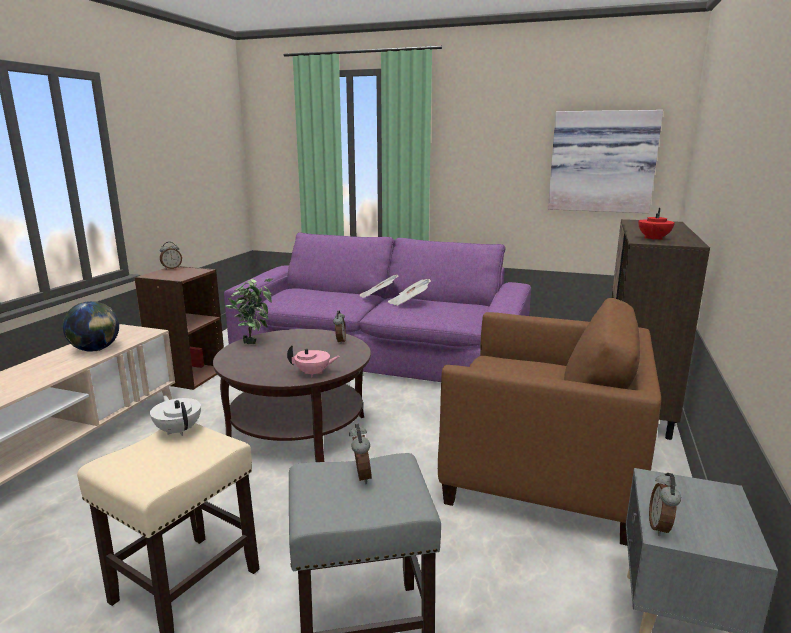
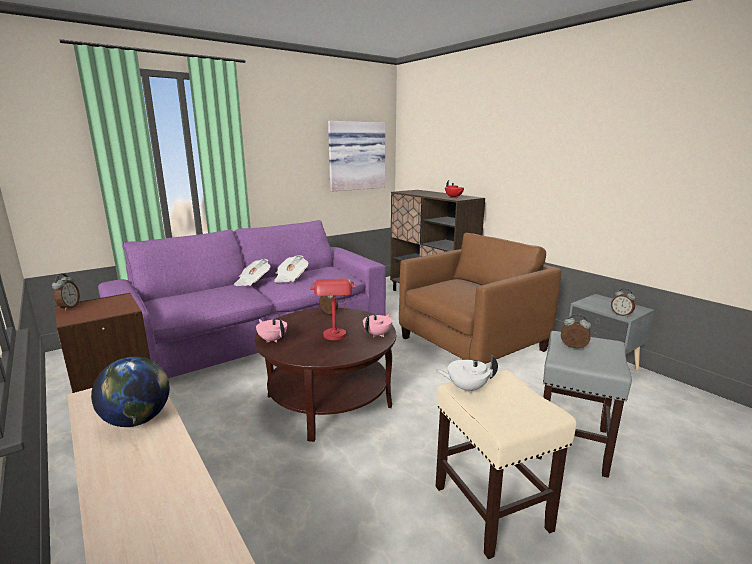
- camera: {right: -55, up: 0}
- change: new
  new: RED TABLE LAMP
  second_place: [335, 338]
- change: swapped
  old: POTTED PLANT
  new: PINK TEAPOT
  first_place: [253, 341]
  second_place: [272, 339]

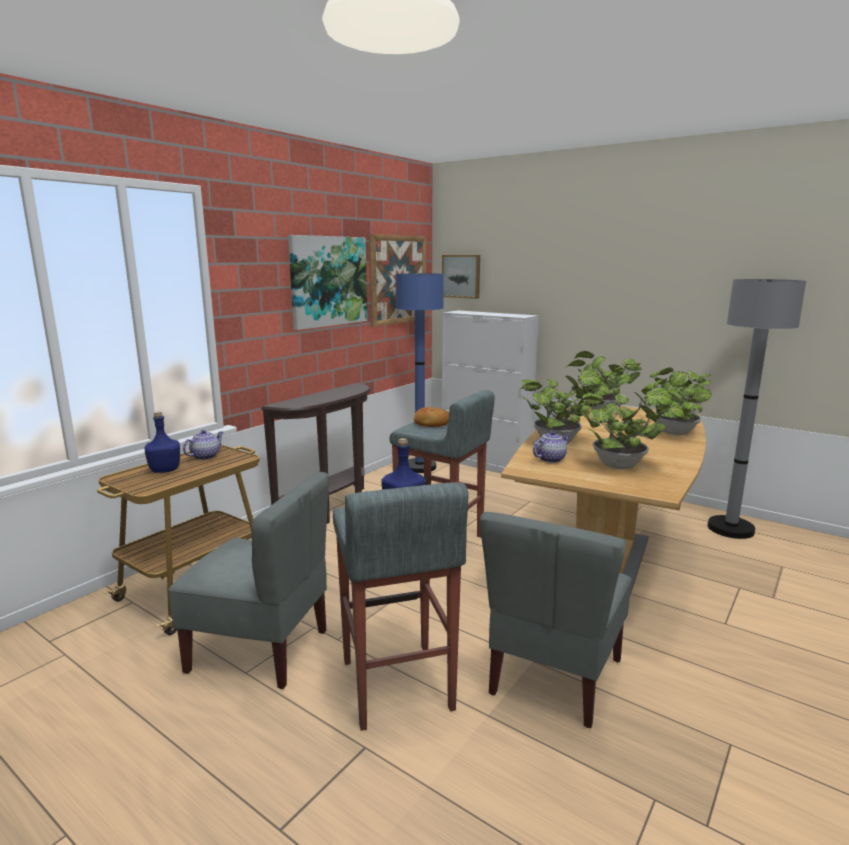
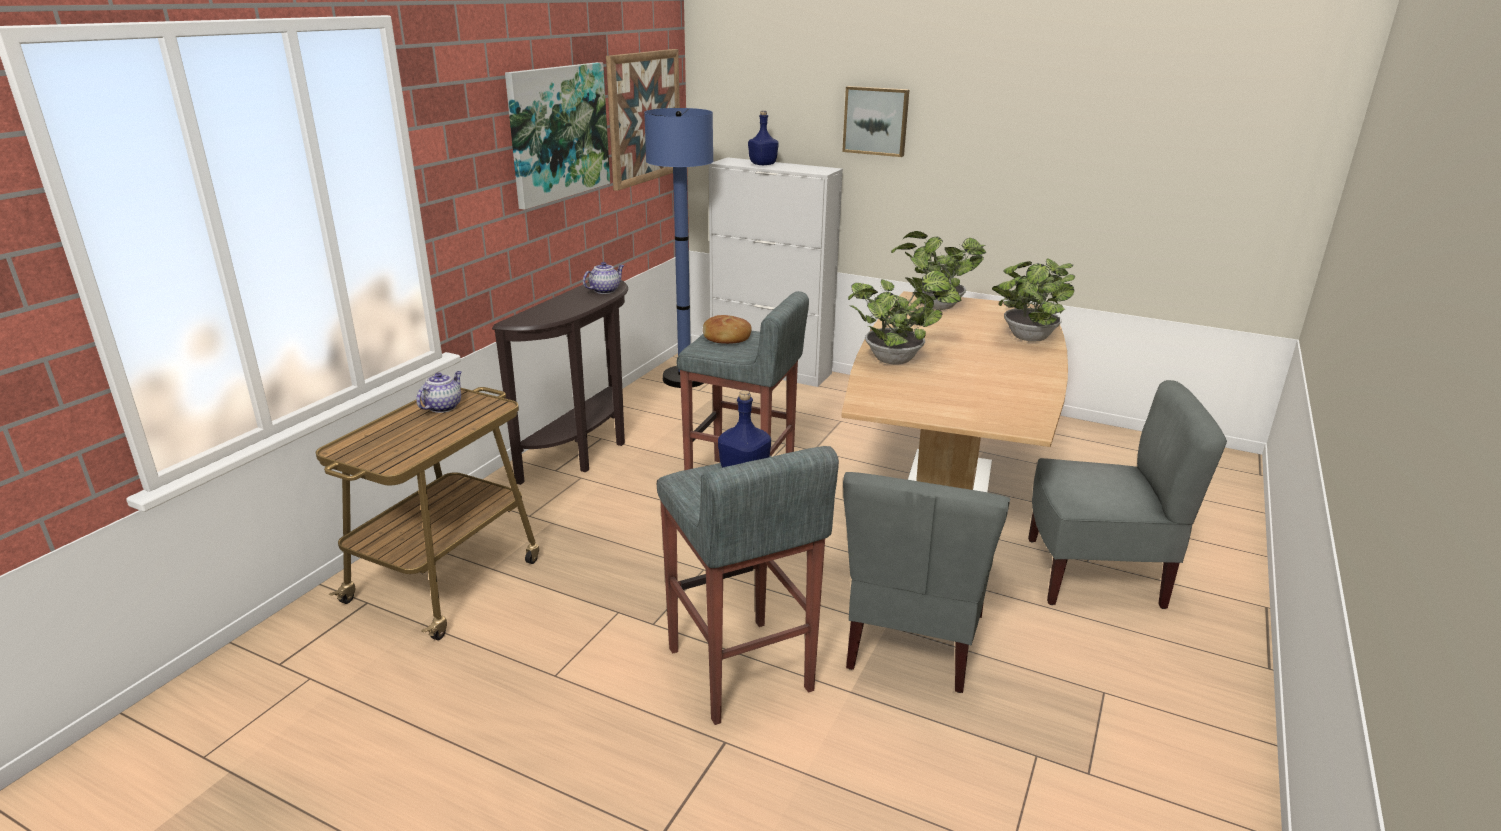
- camera: {right: -10, up: 10}
- change: gone
  old: POTTED PLANT
  first_place: [623, 466]
- change: gone
  old: GREY FLOOR LAMP
  first_place: [730, 529]
- change: shifted
  old: BLUE BOTTLE
  first_place: [165, 470]
  second_place: [762, 164]
- change: shifted
  old: GREY CHAIR
  first_place: [261, 649]
  second_place: [1095, 575]
- change: shifted
  old: PICTURE
  first_place: [461, 276]
  second_place: [876, 121]
- change: shifted
  old: TEAPOT
  first_place: [550, 459]
  second_place: [605, 290]

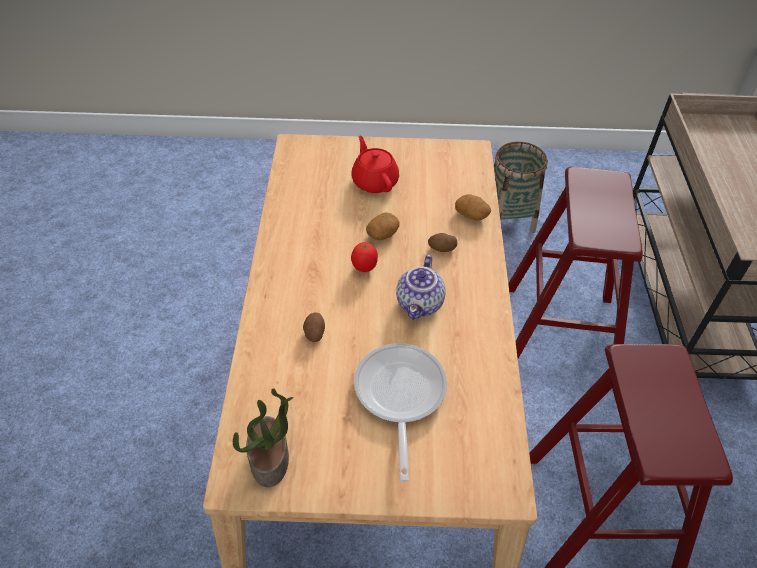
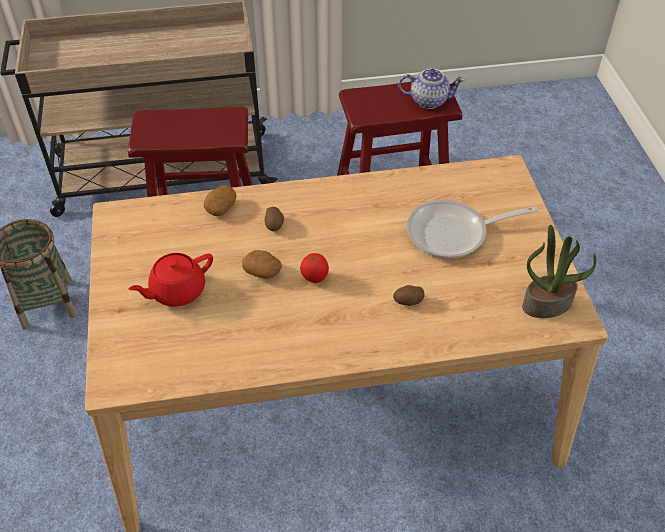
- camera: {right: -100, up: 0}
- change: shifted
  old: TEAPOT
  first_place: [420, 304]
  second_place: [429, 100]

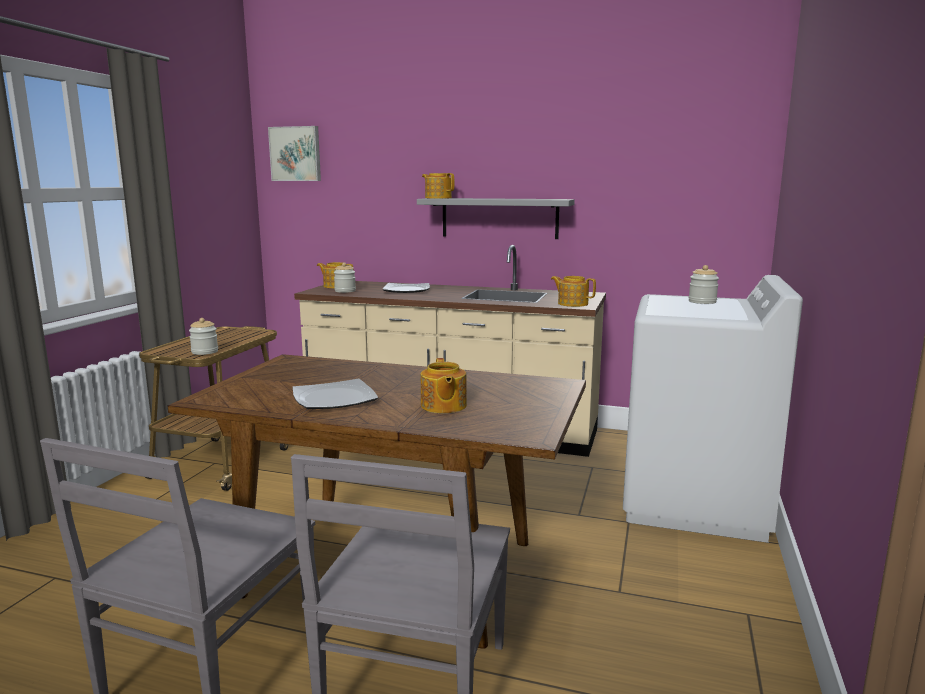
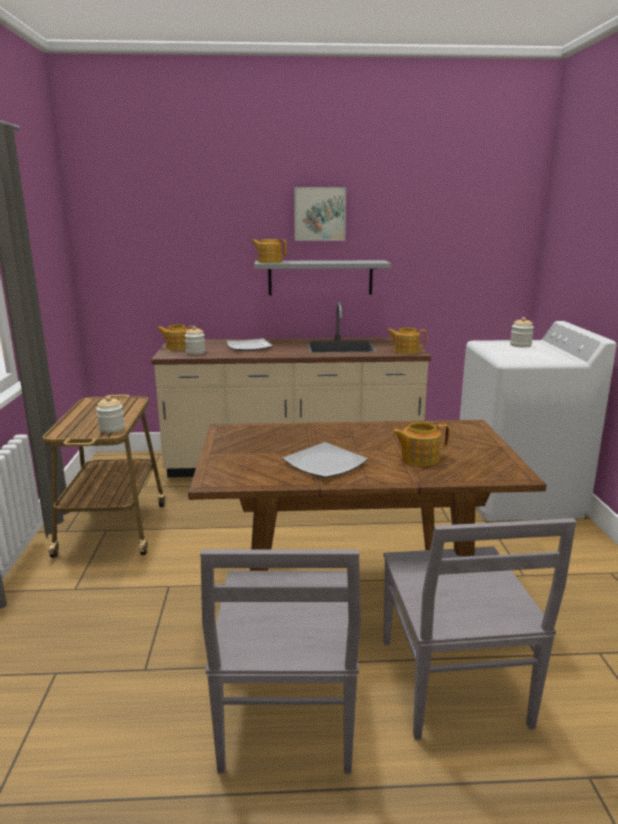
- camera: {right: -20, up: 5}
- change: shifted
  old: PICTURE
  first_place: [296, 154]
  second_place: [319, 214]
- change: rotated
  old: TEAPOT
  first_place: [443, 406]
  second_place: [418, 458]
  degrees: 105

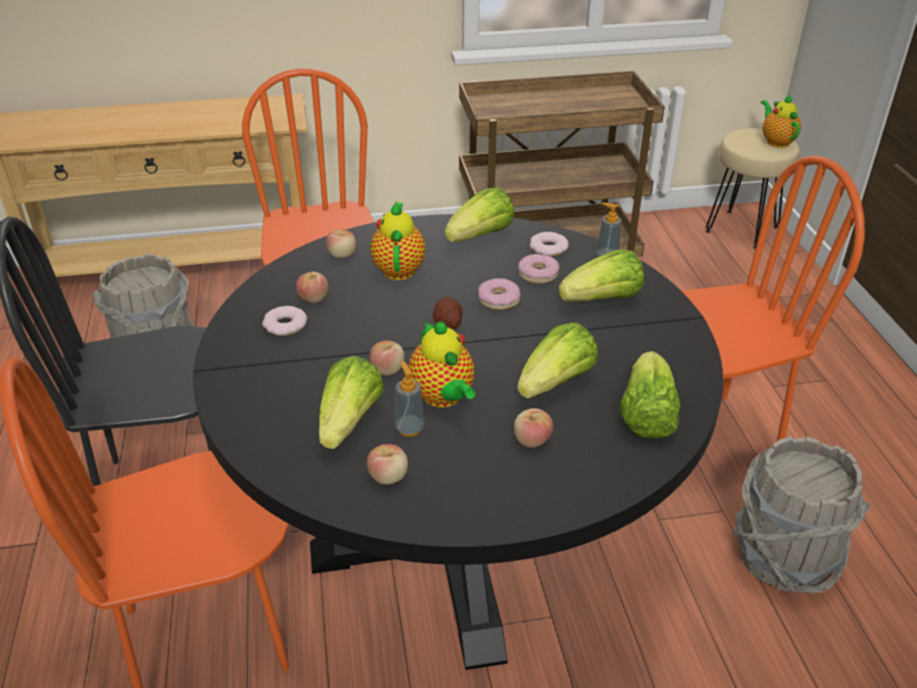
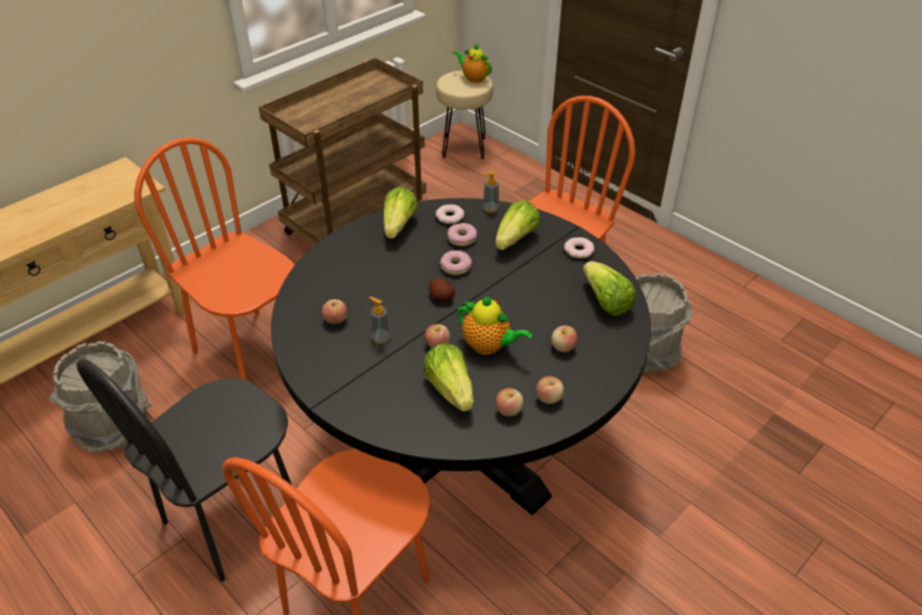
- camera: {right: -35, up: 5}
- change: gone
  old: TEAPOT
  first_place: [399, 268]
- change: gone
  old: LETTUCE
  first_place: [556, 382]
- change: shifted
  old: DONUT
  first_place: [285, 325]
  second_place: [579, 251]
- change: shifted
  old: APPLE
  first_place: [342, 255]
  second_place: [549, 398]
- change: shifted
  old: SOAP DISPENSER
  first_place: [409, 428]
  second_place: [381, 338]

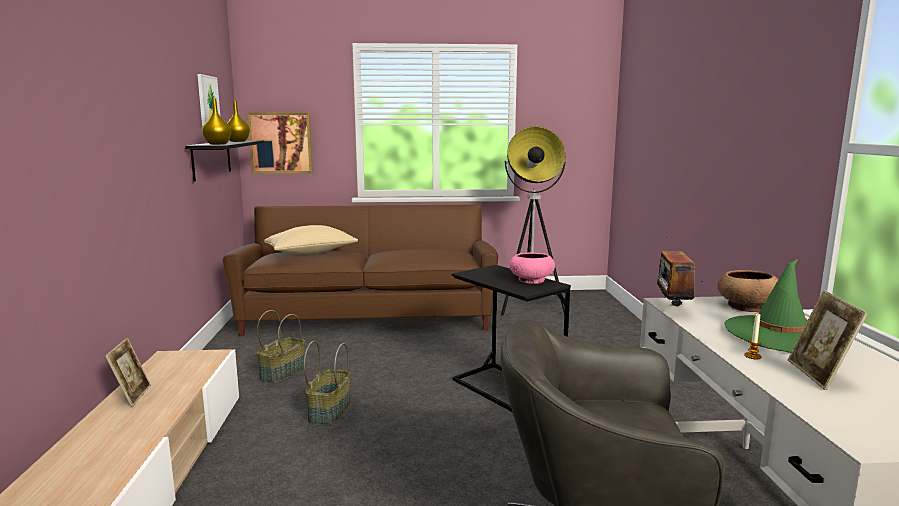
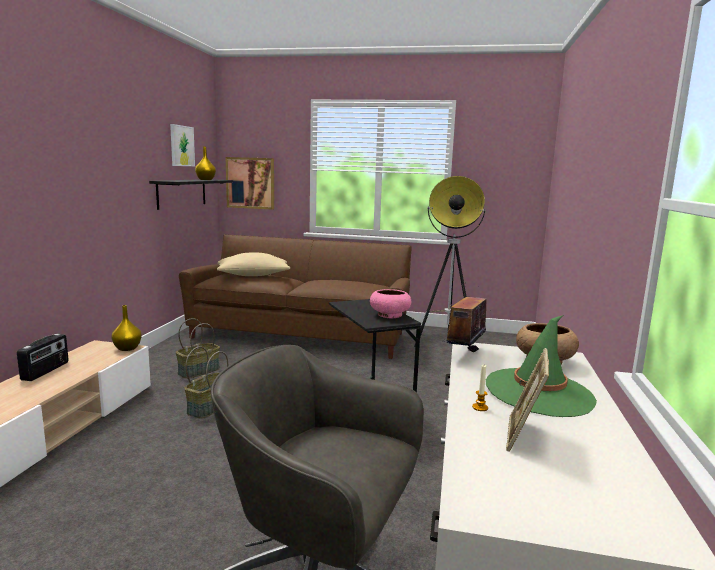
- camera: {right: 15, up: 0}
- change: shifted
  old: YELLOW VASE
  first_place: [218, 144]
  second_place: [128, 348]
- change: swapped
  old: PICTURE FRAME
  new: RADIO
  first_place: [132, 396]
  second_place: [46, 371]

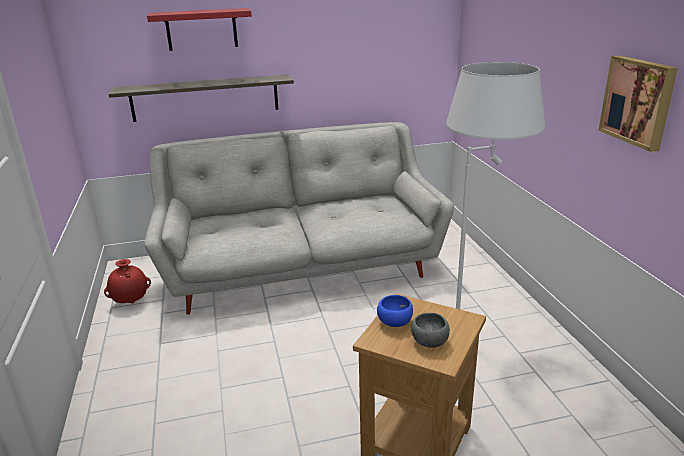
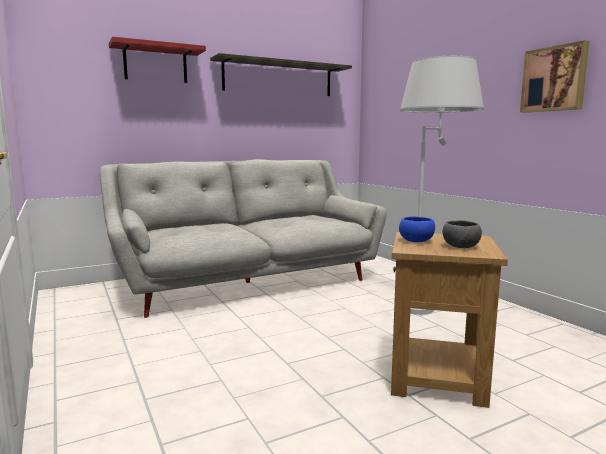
- camera: {right: -15, up: -15}
- change: gone
  old: RED VASE
  first_place: [131, 302]
- change: shifted
  old: SHELF
  first_place: [205, 98]
  second_place: [278, 78]

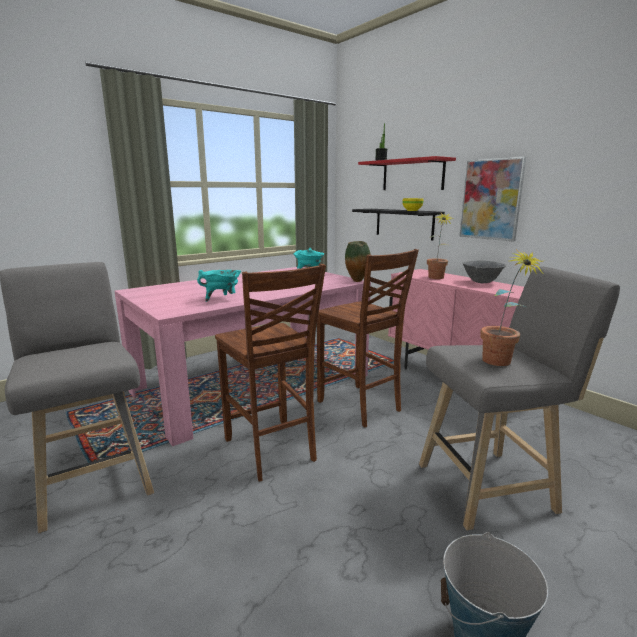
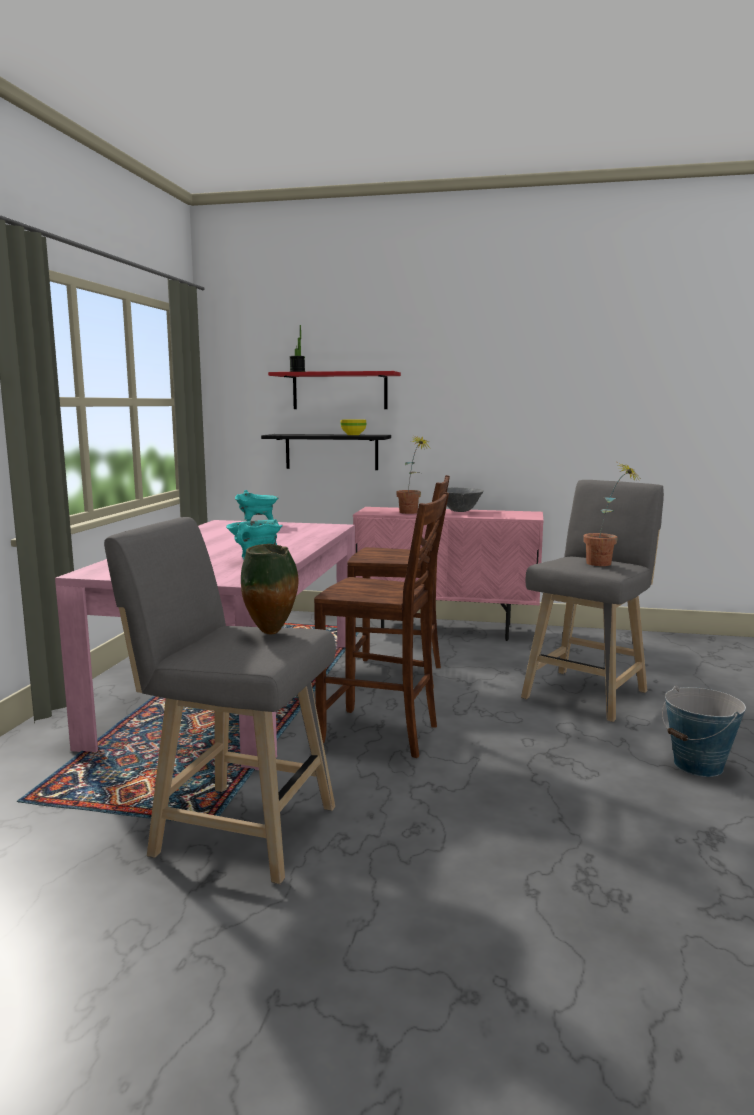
- camera: {right: -40, up: -5}
- change: gone
  old: PICTURE
  first_place: [491, 199]
- change: shifted
  old: VASE
  first_place: [357, 281]
  second_place: [271, 633]

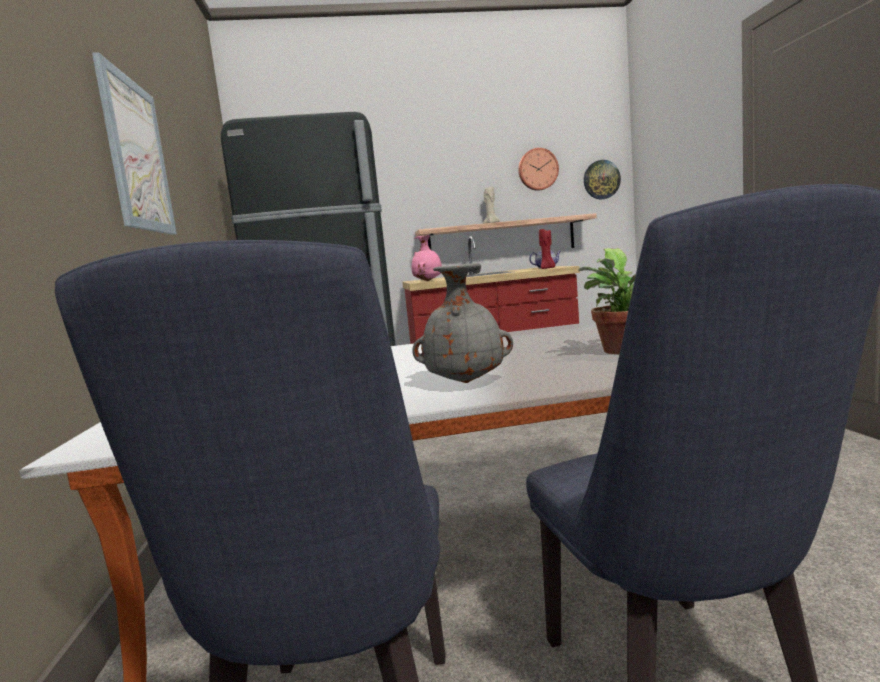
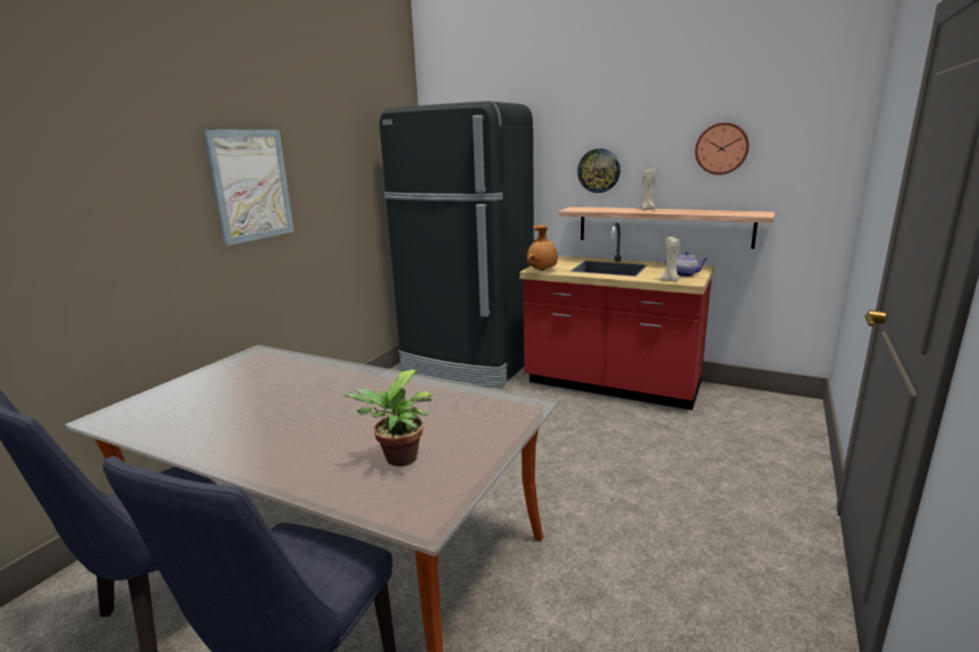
- camera: {right: 35, up: 10}
- change: gone
  old: GREY VASE
  first_place: [465, 382]
- change: shifted
  old: WALL CLOCK
  first_place: [601, 179]
  second_place: [599, 170]
- change: repainted
  old: PINK VASE
  new: BROWN VASE
  first_place: [428, 281]
  second_place: [542, 270]
- change: repainted
  old: RED CANDLE
  new: BEIGE CANDLE
  first_place: [547, 268]
  second_place: [670, 280]

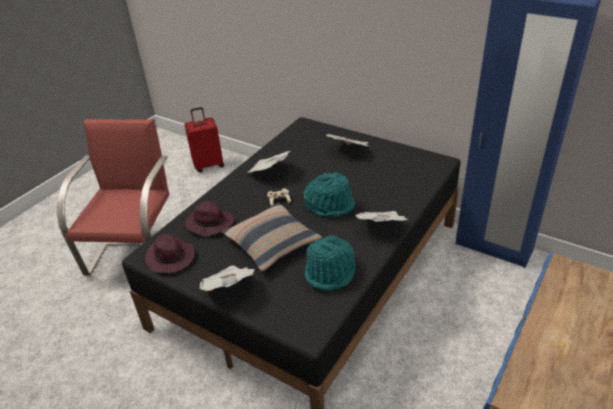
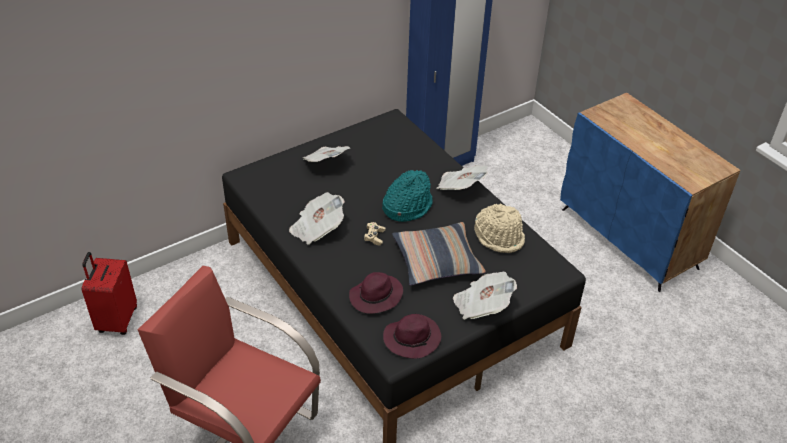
- camera: {right: -70, up: 5}
- change: repainted
  old: TURQUOISE HAT
  new: BEIGE HAT
  first_place: [331, 272]
  second_place: [499, 237]

